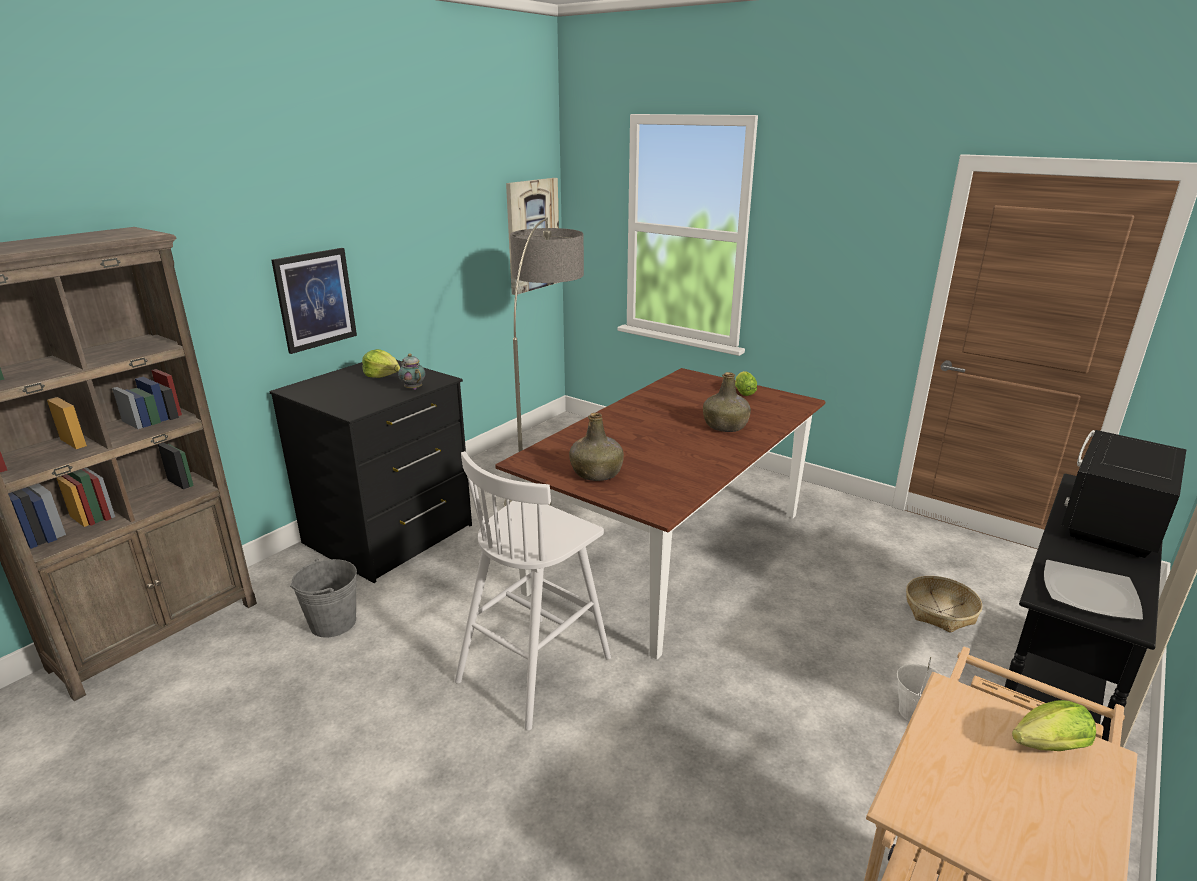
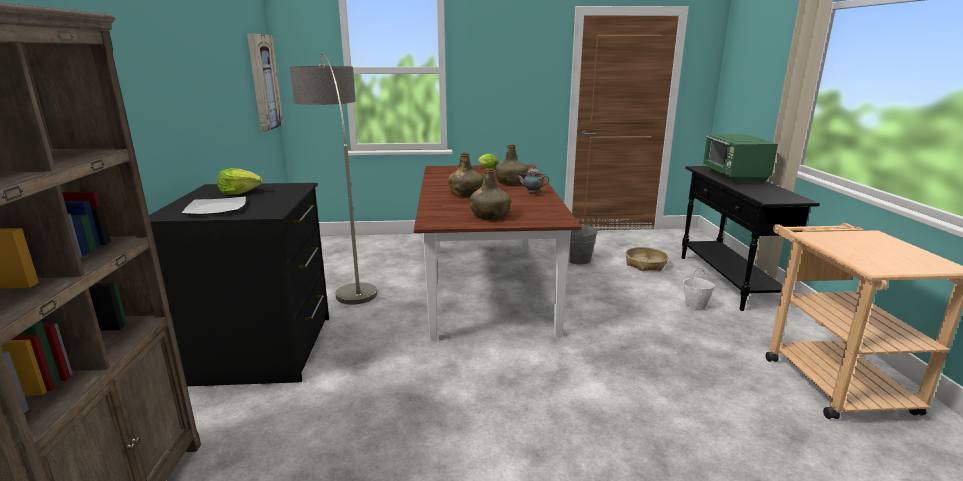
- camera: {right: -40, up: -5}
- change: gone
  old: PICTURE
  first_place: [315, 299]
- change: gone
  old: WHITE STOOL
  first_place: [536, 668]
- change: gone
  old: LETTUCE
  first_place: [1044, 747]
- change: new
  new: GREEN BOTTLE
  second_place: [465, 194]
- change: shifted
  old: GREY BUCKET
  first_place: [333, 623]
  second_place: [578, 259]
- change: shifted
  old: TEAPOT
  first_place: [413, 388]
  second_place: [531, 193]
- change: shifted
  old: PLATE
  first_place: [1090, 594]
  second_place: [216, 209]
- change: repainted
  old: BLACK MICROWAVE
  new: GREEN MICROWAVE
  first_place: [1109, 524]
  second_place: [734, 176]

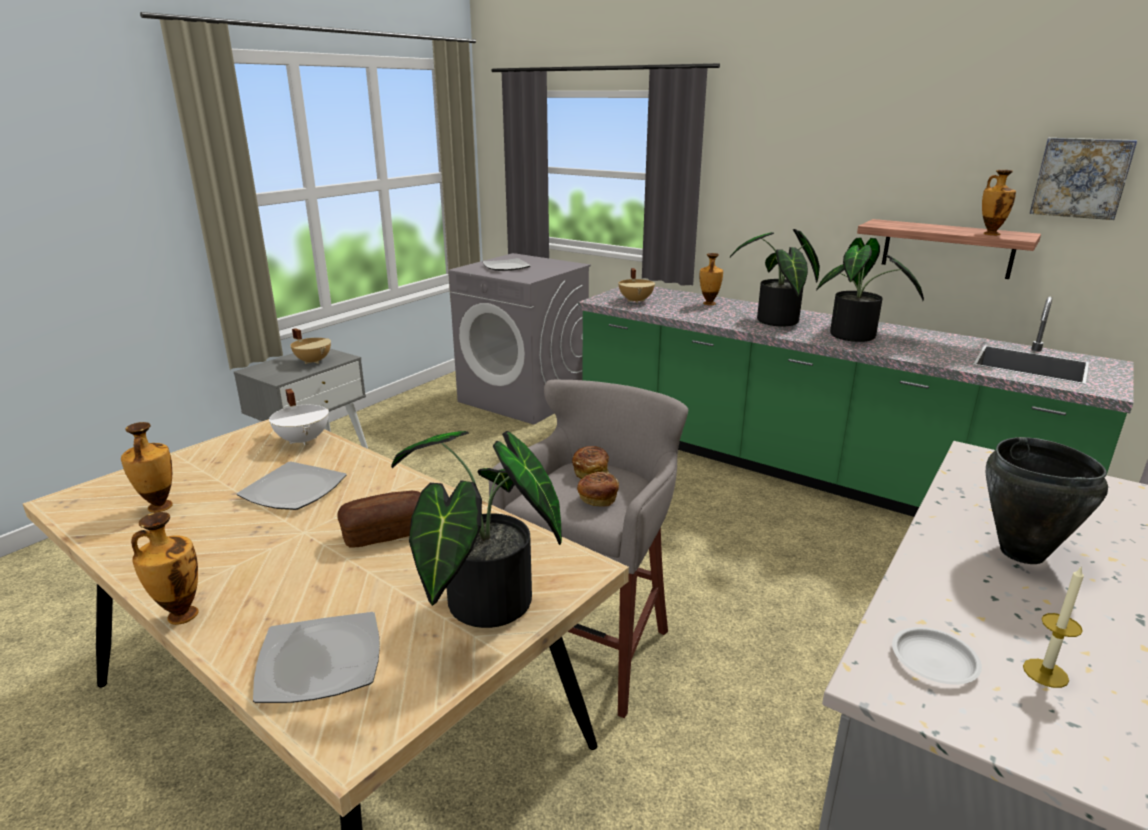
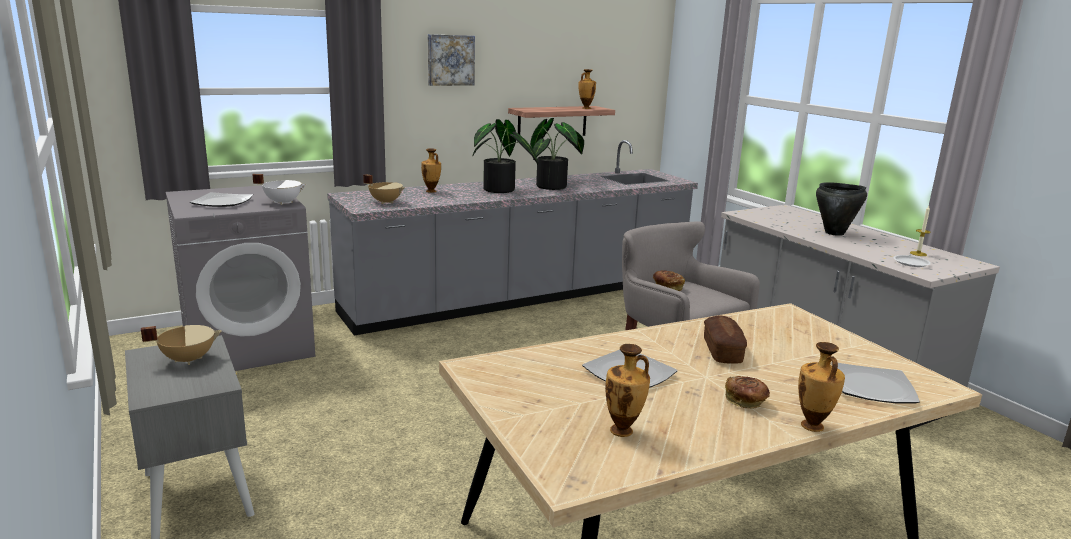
- camera: {right: -65, up: -5}
- change: gone
  old: POTTED PLANT
  first_place: [480, 607]
- change: shifted
  old: WHITE COOKING POT
  first_place: [304, 440]
  second_place: [283, 202]
- change: shifted
  old: BREAD
  first_place: [597, 499]
  second_place: [745, 402]
- change: shifted
  old: PICTURE
  first_place: [1081, 178]
  second_place: [450, 60]
- change: repainted
  old: GREEN COUNTER
  new: GREY COUNTER
  first_place: [800, 470]
  second_place: [523, 297]

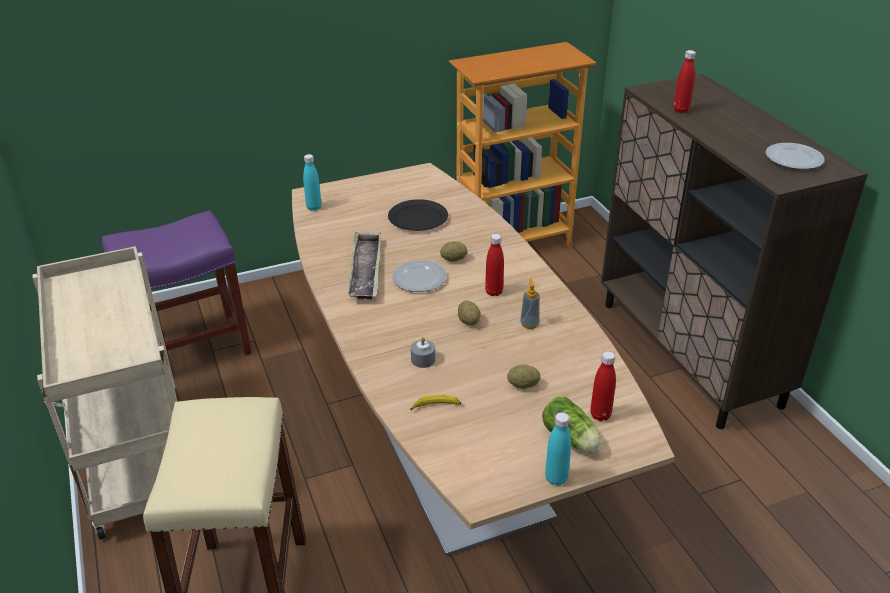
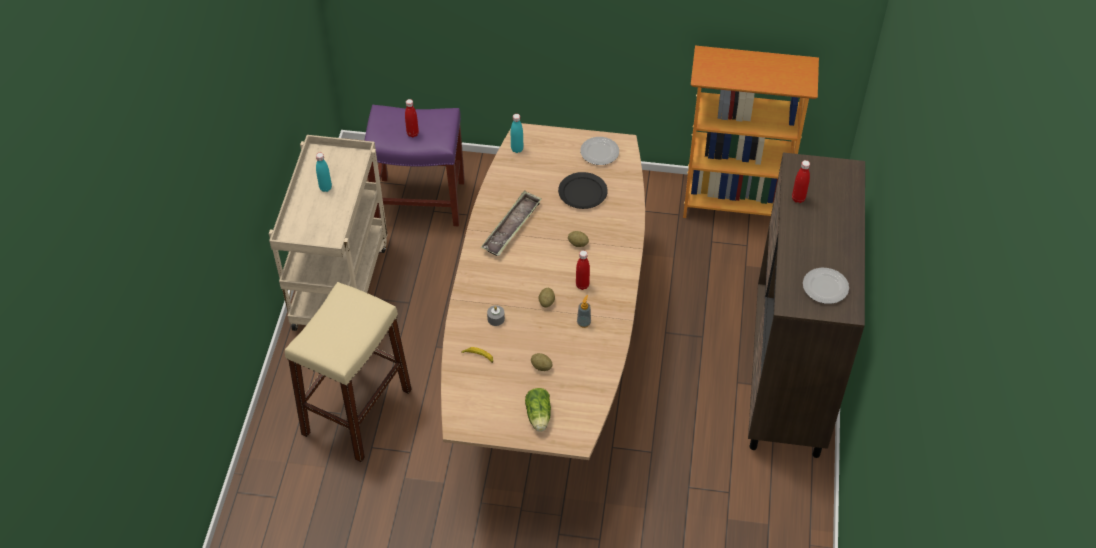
- camera: {right: 30, up: 15}
- change: shifted
  old: PLATE
  first_place: [419, 278]
  second_place: [599, 152]
- change: shifted
  old: TURQUOISE BOTTLE
  first_place: [556, 478]
  second_place: [325, 188]
- change: shifted
  old: RED BOTTLE
  first_place: [600, 415]
  second_place: [412, 134]

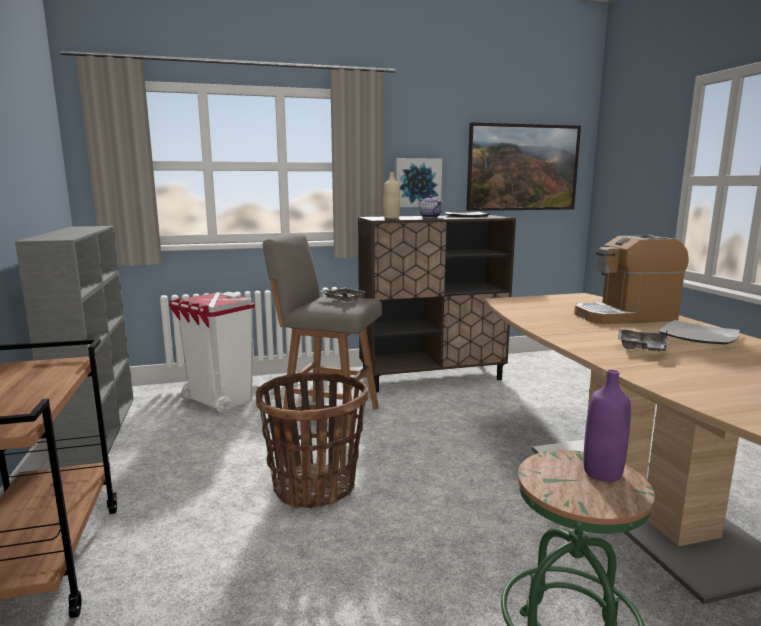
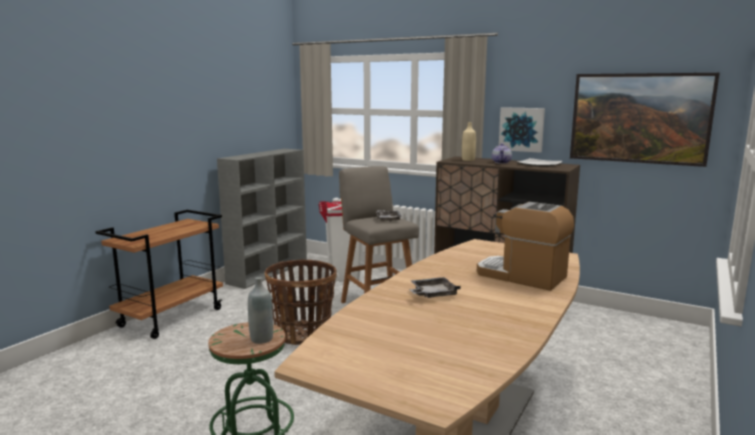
- camera: {right: 45, up: 0}
- change: gone
  old: PLATE
  first_place: [697, 336]
- change: repainted
  old: PURPLE BOTTLE
  new: GREY BOTTLE
  first_place: [602, 472]
  second_place: [261, 339]

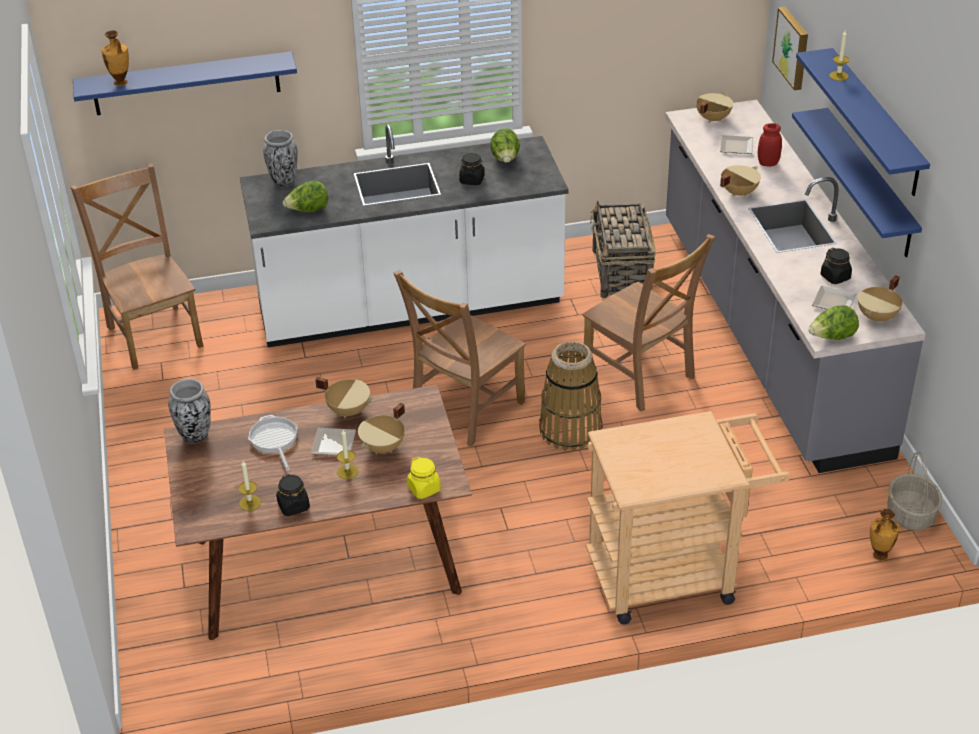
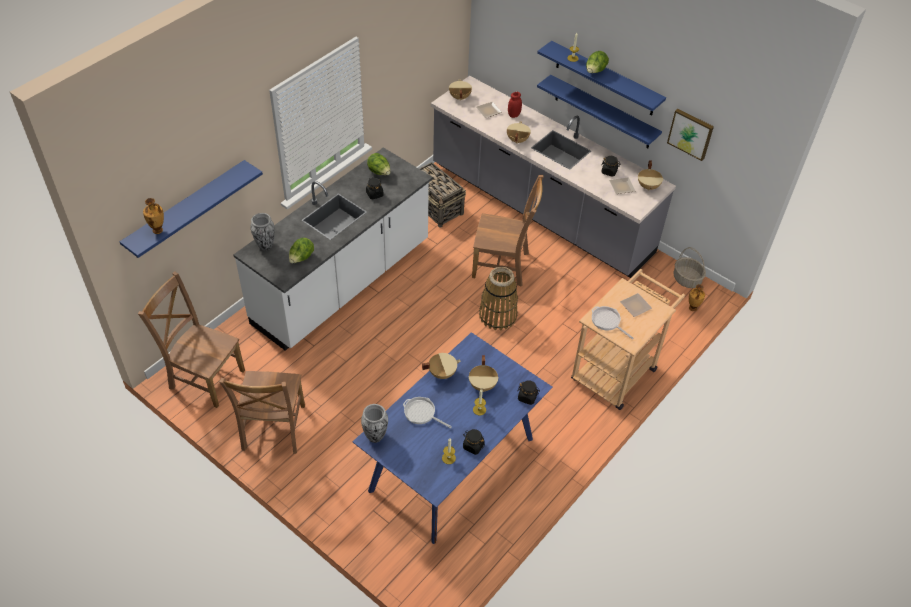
- camera: {right: -40, up: 10}
- change: new
  new: FRYING PAN
  second_place: [607, 321]
- change: shifted
  old: PLATE
  first_place: [332, 443]
  second_place: [634, 306]
- change: shifted
  old: BROWN CHAIR
  first_place: [464, 410]
  second_place: [273, 430]
- change: shifted
  old: PICTURE
  first_place: [793, 47]
  second_place: [691, 133]
- change: shifted
  old: LETTUCE
  first_place: [832, 338]
  second_place: [595, 71]
- change: repainted
  old: BROWN DINING TABLE
  new: BLUE DINING TABLE
  first_place: [326, 567]
  second_place: [452, 465]
- change: repainted
  old: YELLOW JAR
  new: BLACK JAR
  first_place: [424, 489]
  second_place: [527, 397]

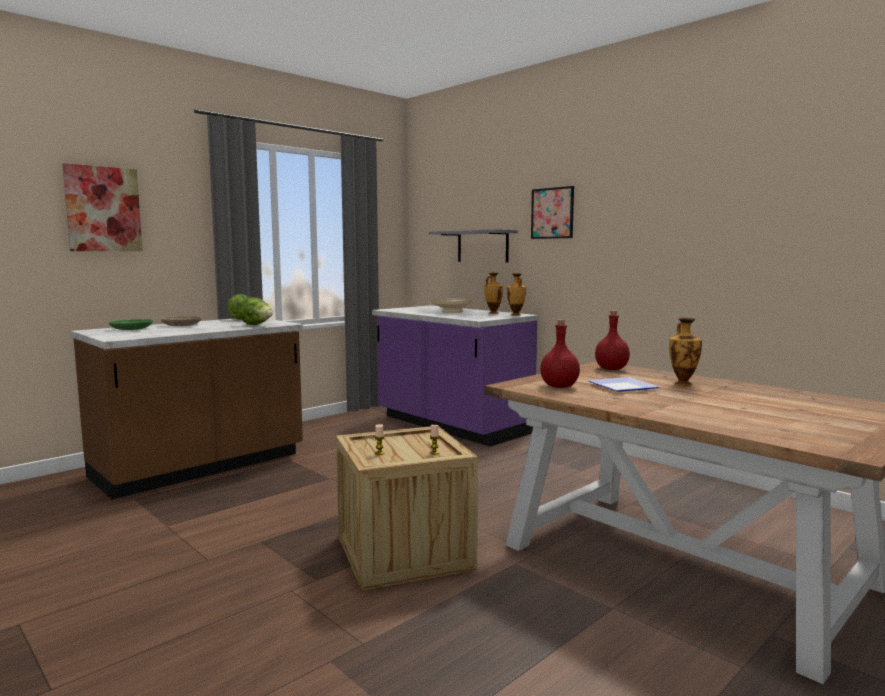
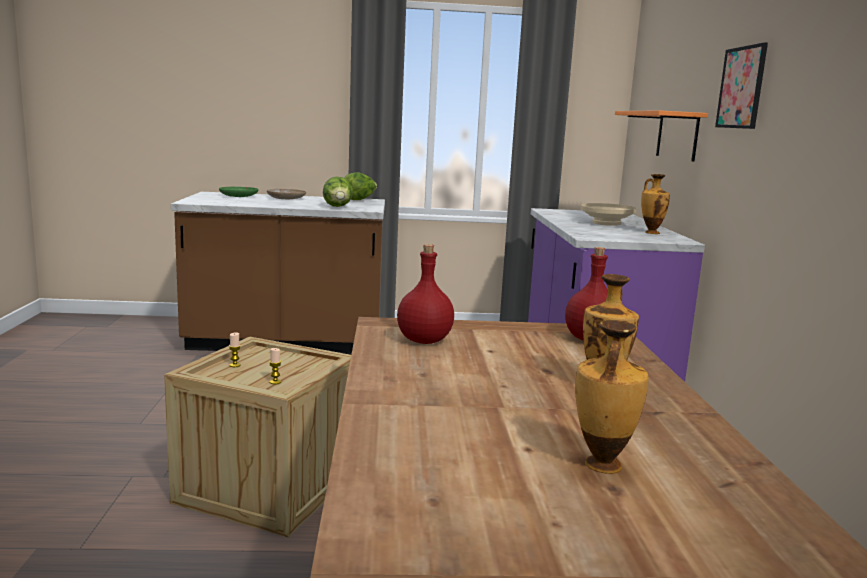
- camera: {right: 40, up: 5}
- change: gone
  old: PICTURE
  first_place: [103, 209]
- change: gone
  old: PLATE
  first_place: [620, 387]
- change: shifted
  old: VASE
  first_place: [516, 315]
  second_place: [601, 466]
- change: repainted
  old: GREY SHELF
  new: ORANGE SHELF
  first_place: [482, 246]
  second_place: [677, 135]

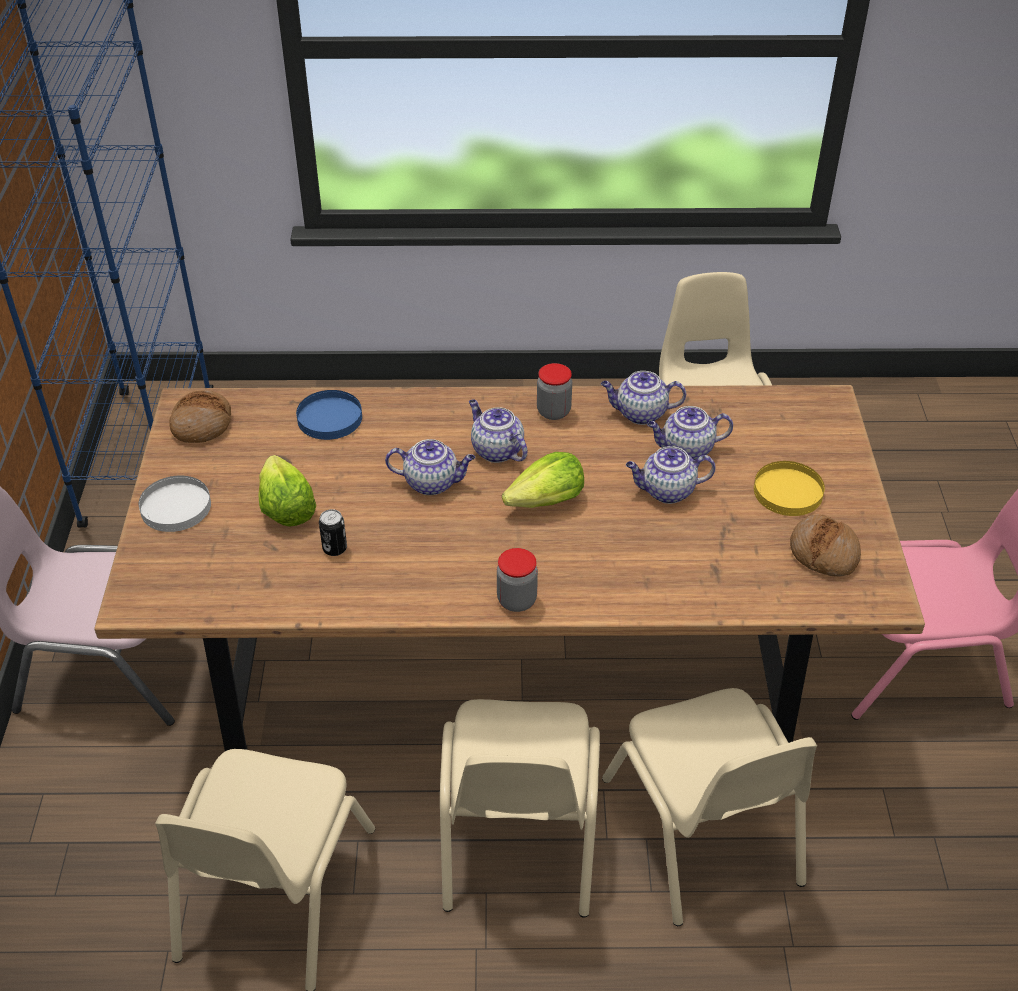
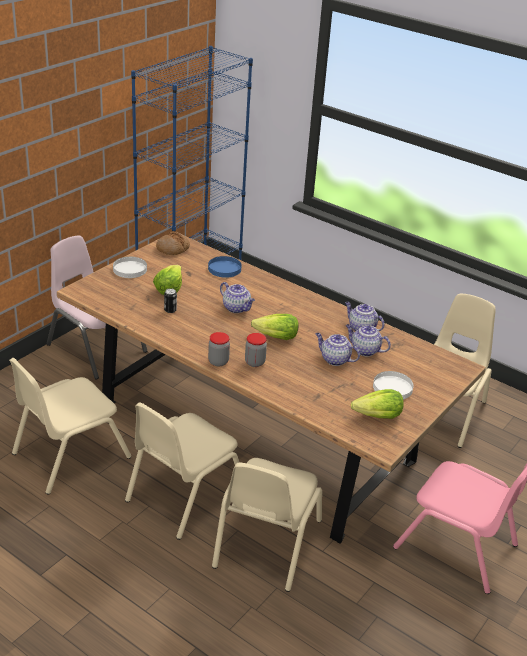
- camera: {right: 35, up: -10}
- change: gone
  old: TEAPOT
  first_place: [496, 450]
- change: shifted
  old: JAR
  first_place: [553, 411]
  second_place: [255, 362]
- change: swapped
  old: BREAD
  new: LETTUCE
  first_place: [824, 553]
  second_place: [378, 416]
- change: repainted
  old: YELLOW PLATE
  new: WHITE PLATE
  first_place: [787, 492]
  second_place: [392, 387]

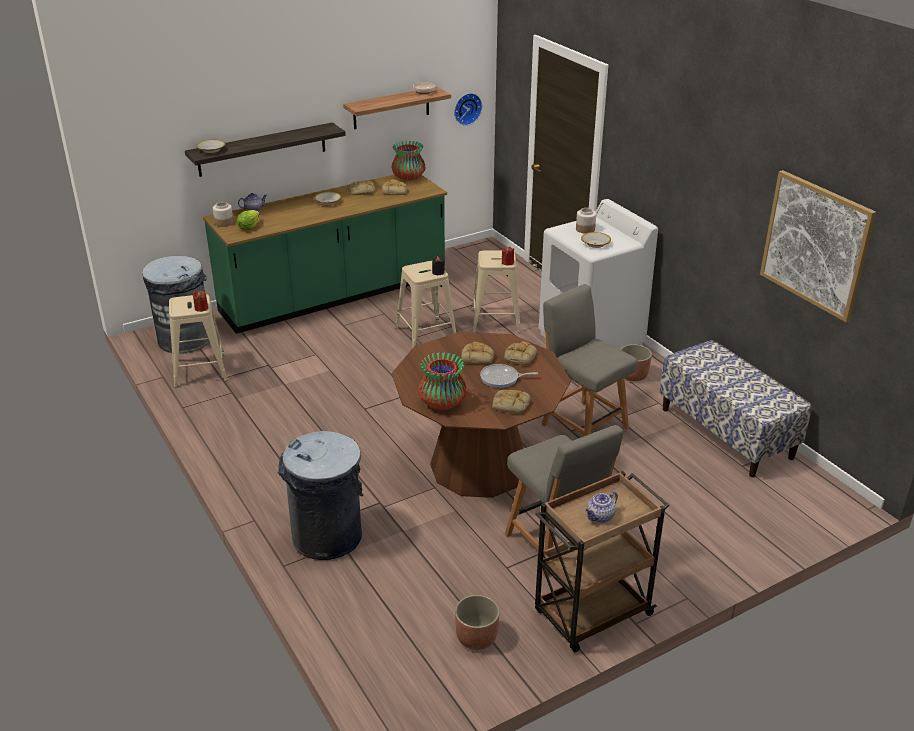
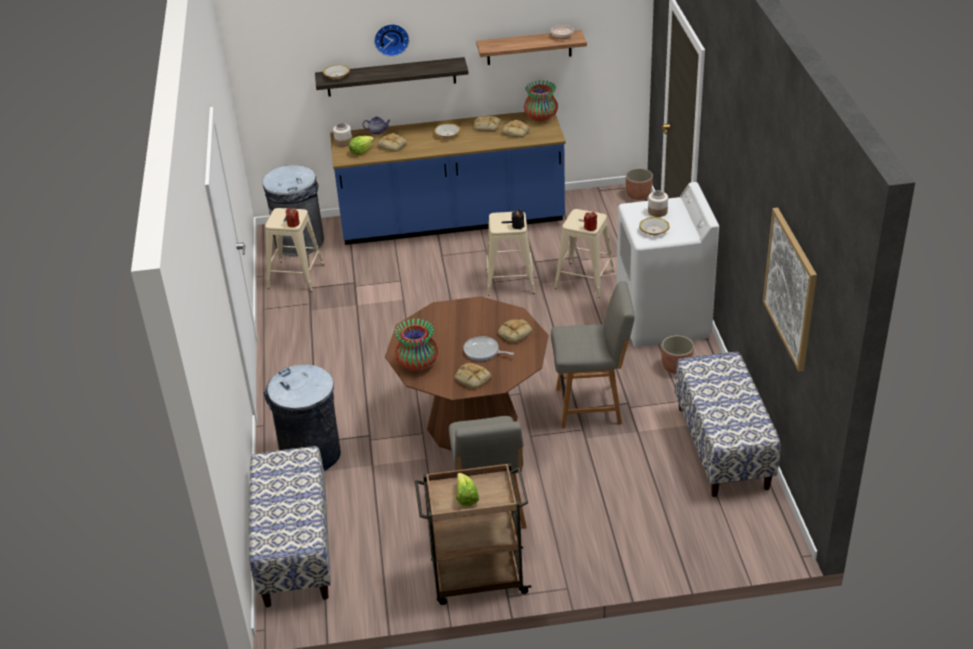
- camera: {right: 25, up: 5}
- change: new
  new: BENCH
  second_place: [294, 549]
- change: shifted
  old: WALL CLOCK
  first_place: [466, 108]
  second_place: [391, 39]
- change: shifted
  old: PLANTER
  first_place: [476, 638]
  second_place: [638, 195]
- change: shifted
  old: BREAD
  first_place: [478, 357]
  second_place: [393, 145]
- change: swapped
  old: TEAPOT
  new: LETTUCE
  first_place: [600, 517]
  second_place: [466, 497]
- change: repainted
  old: GREEN COUNTER
  new: BLUE COUNTER
  first_place: [334, 296]
  second_place: [452, 222]
- change: rotated
  old: GREY CHAIR
  first_place: [582, 425]
  second_place: [591, 406]
  degrees: 105

